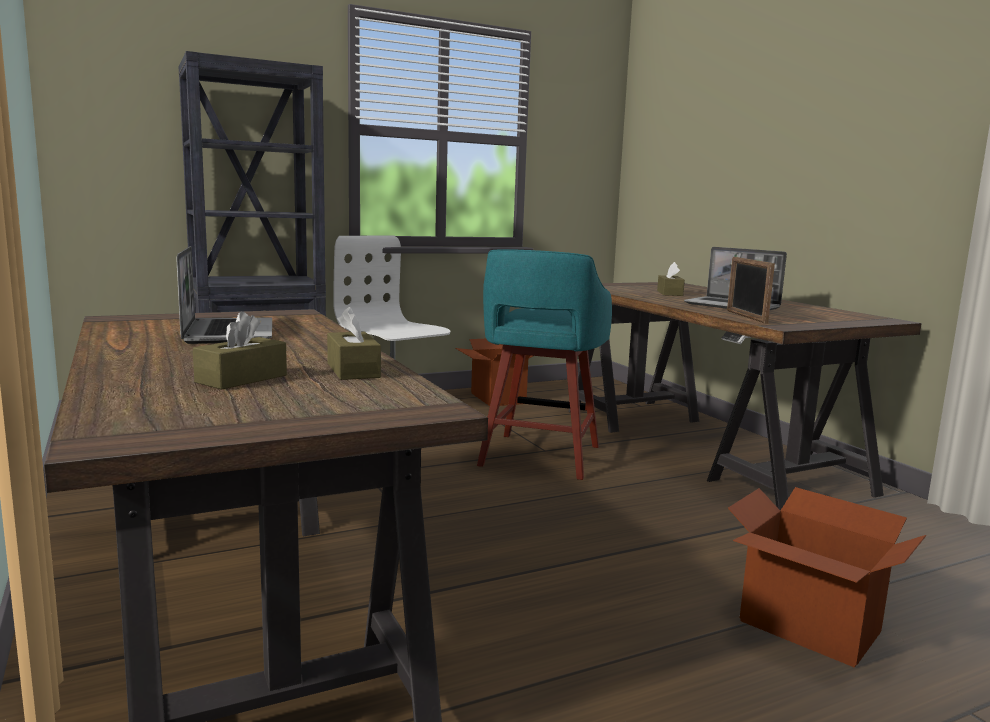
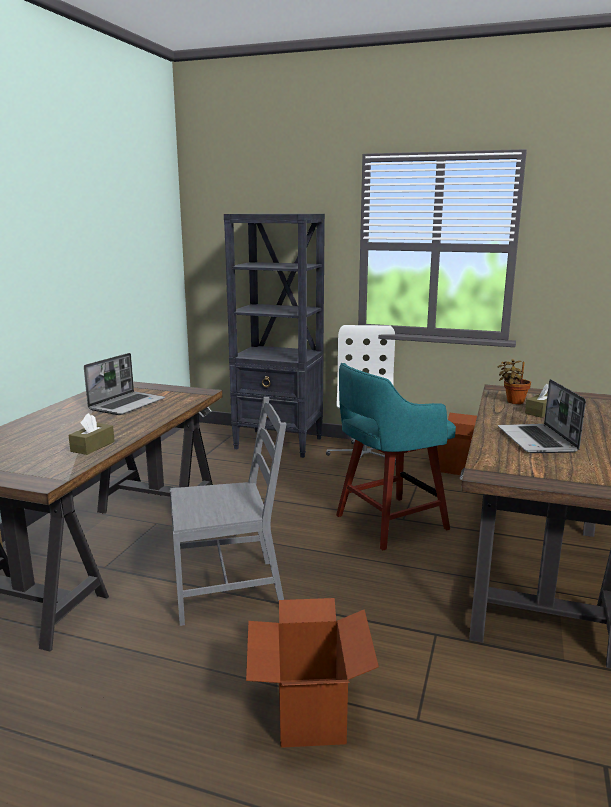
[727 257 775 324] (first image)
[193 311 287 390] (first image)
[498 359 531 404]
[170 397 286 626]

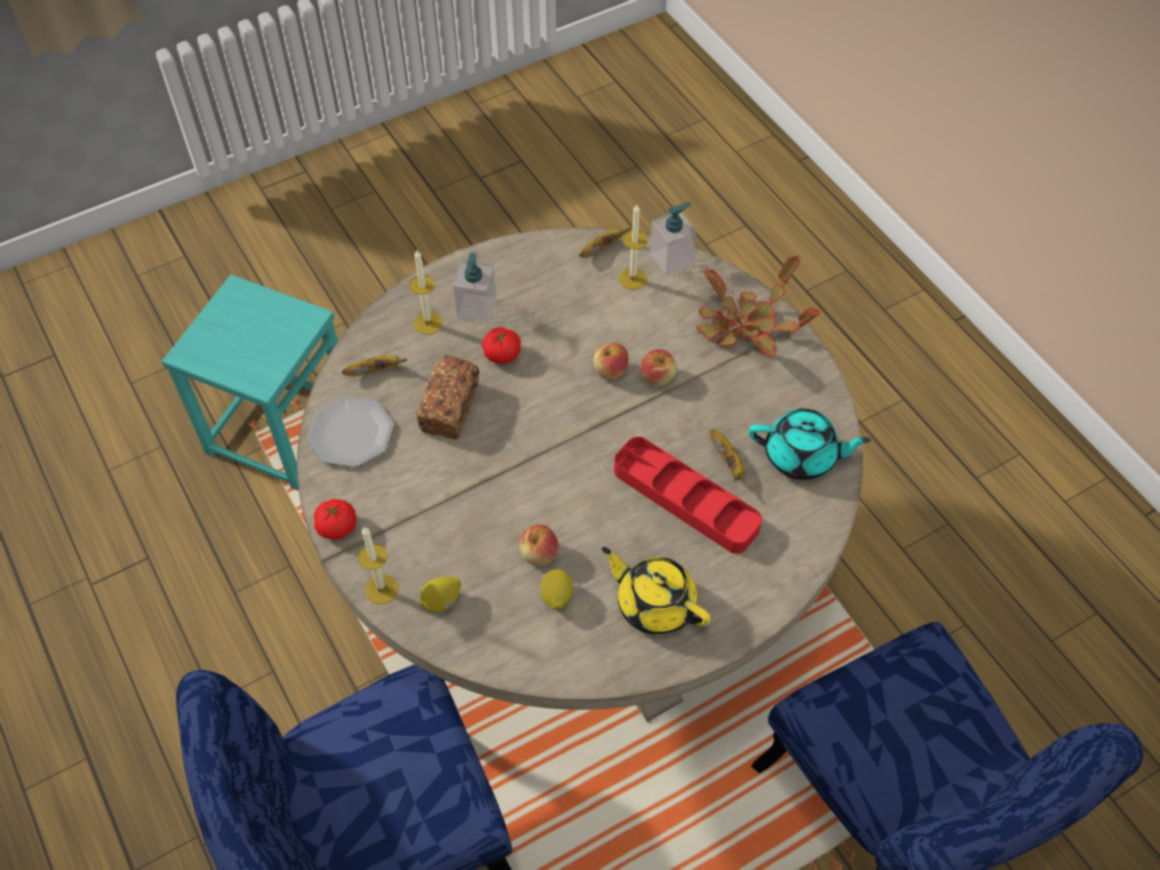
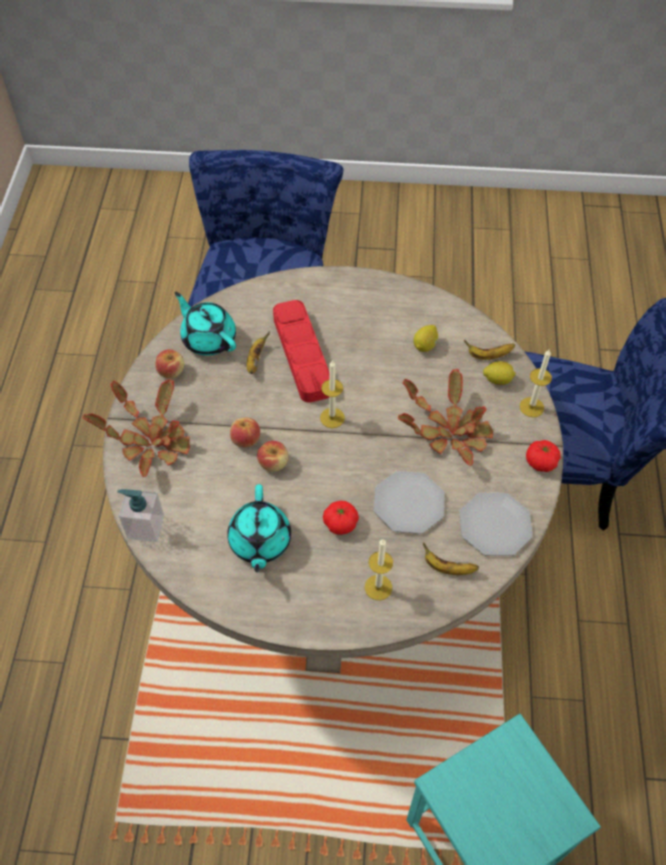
[320 361 345 428]
[464 340 515 360]
[453 253 496 323] (first image)
[374 471 445 534]
[155 349 184 379]
[602 547 711 635] (first image)
[398 369 493 466]
[227 484 291 573]

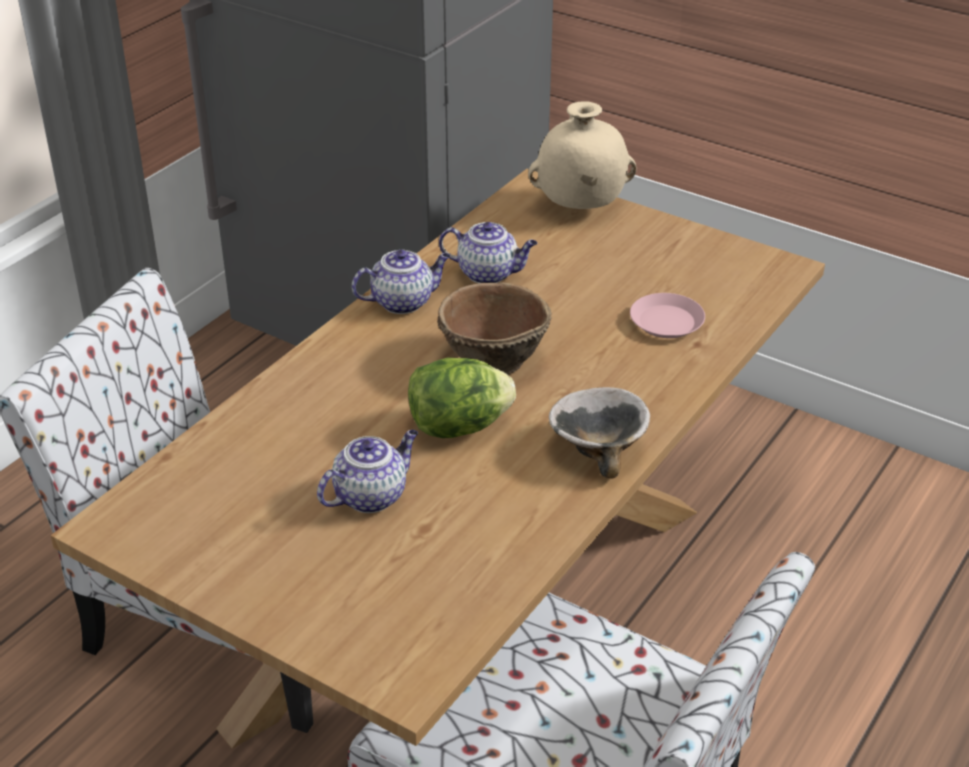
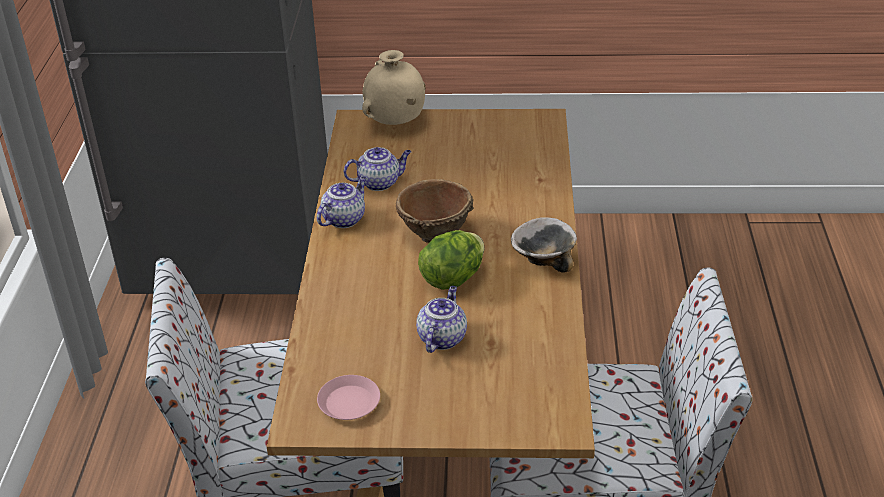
[317 375 380 420]

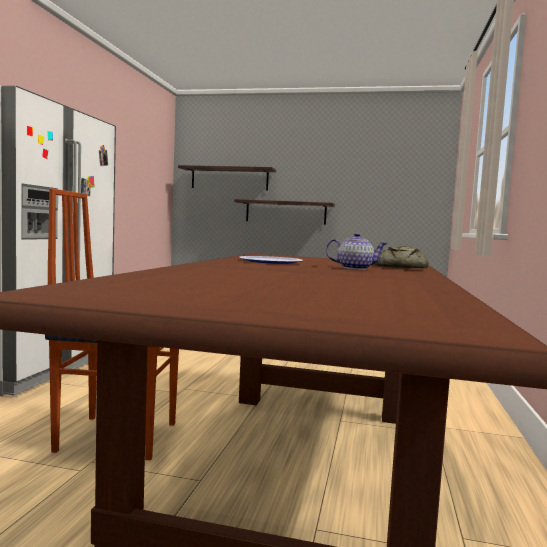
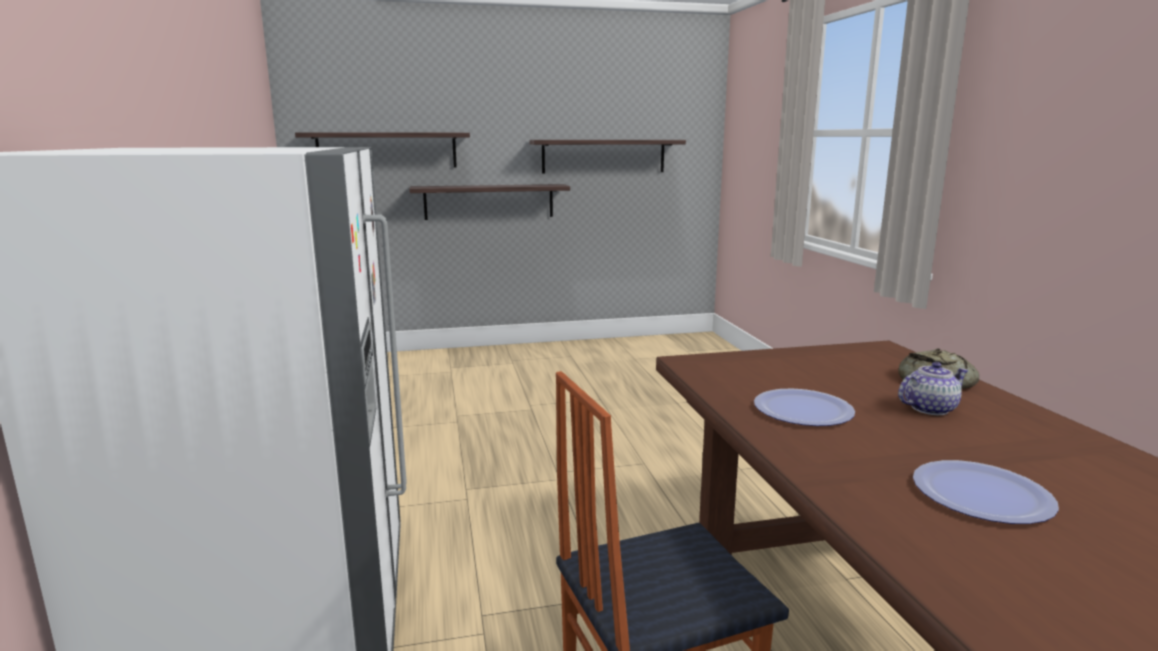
[529 140 686 174]
[913 460 1059 524]

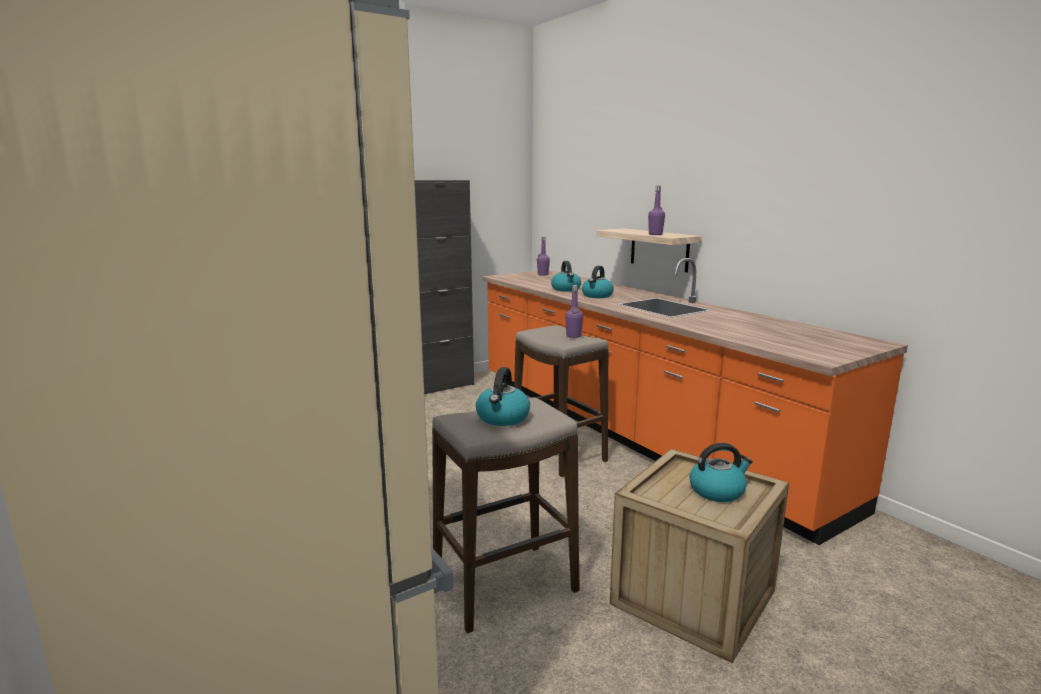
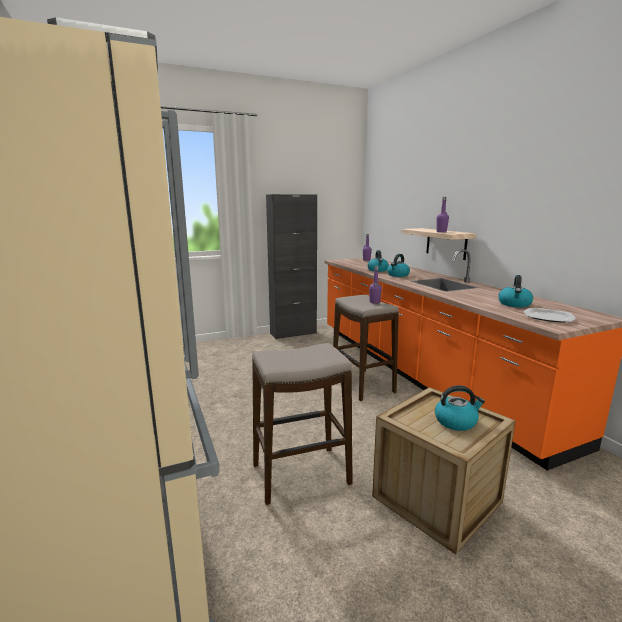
[498 275 533 307]
[524 308 576 323]

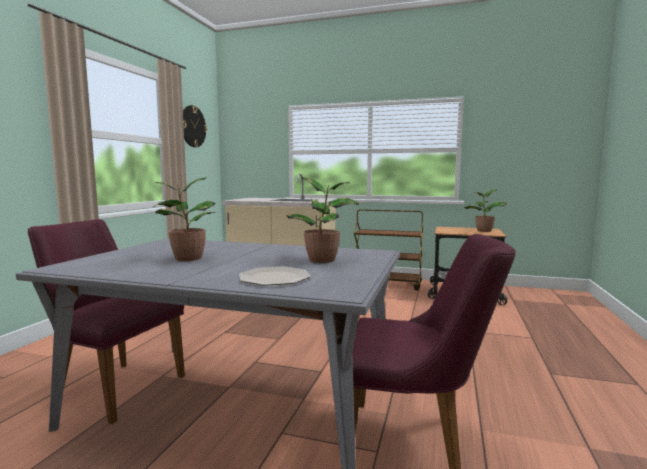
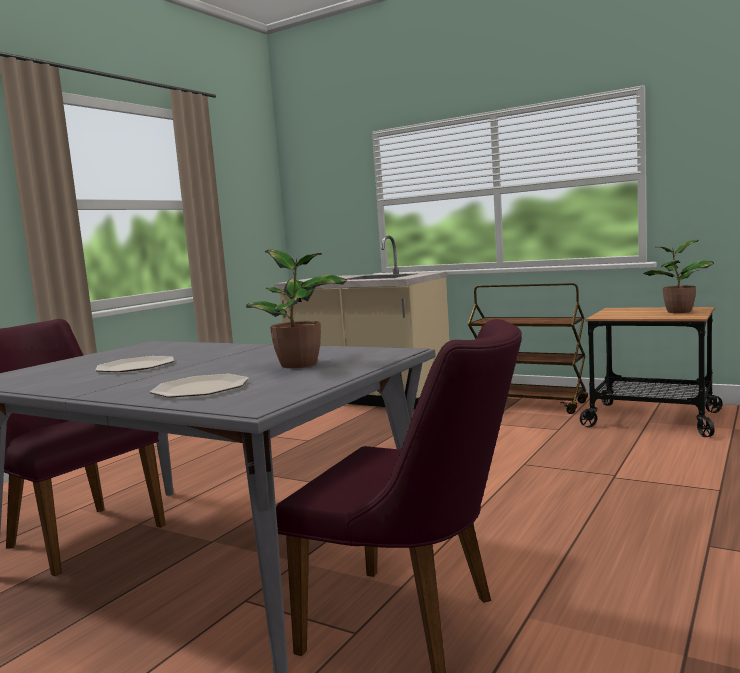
[183 105 207 147] (first image)
[95 356 174 372]

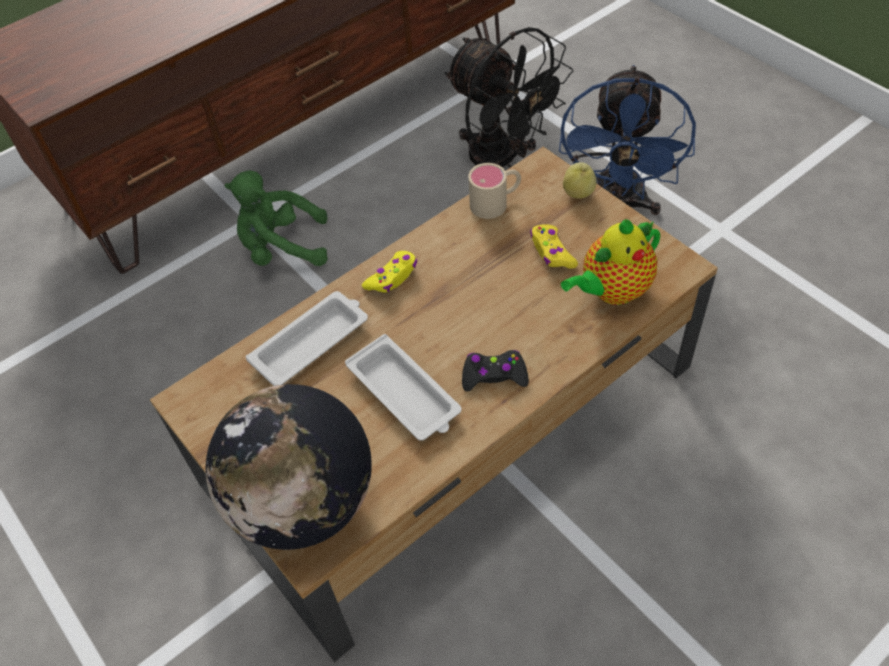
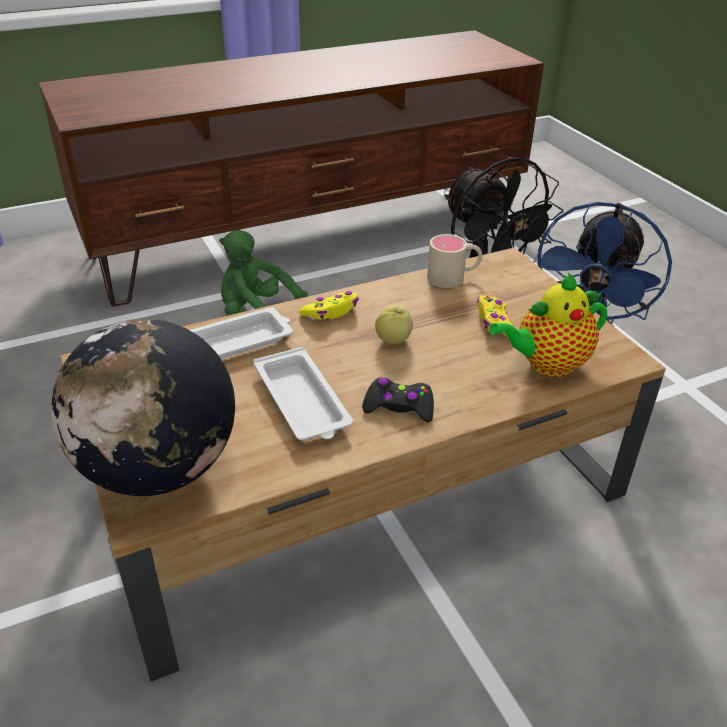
[375 305 413 344]

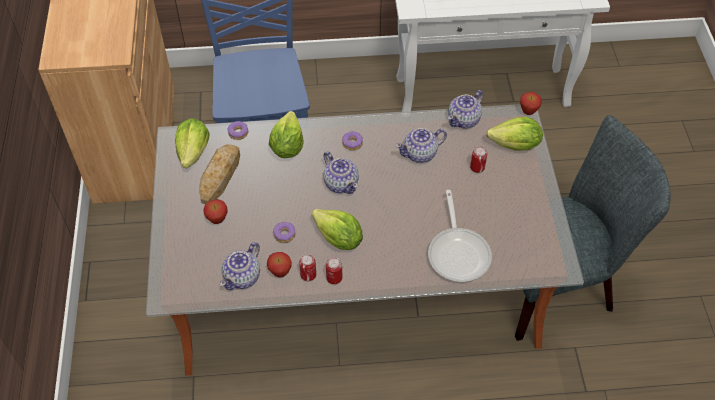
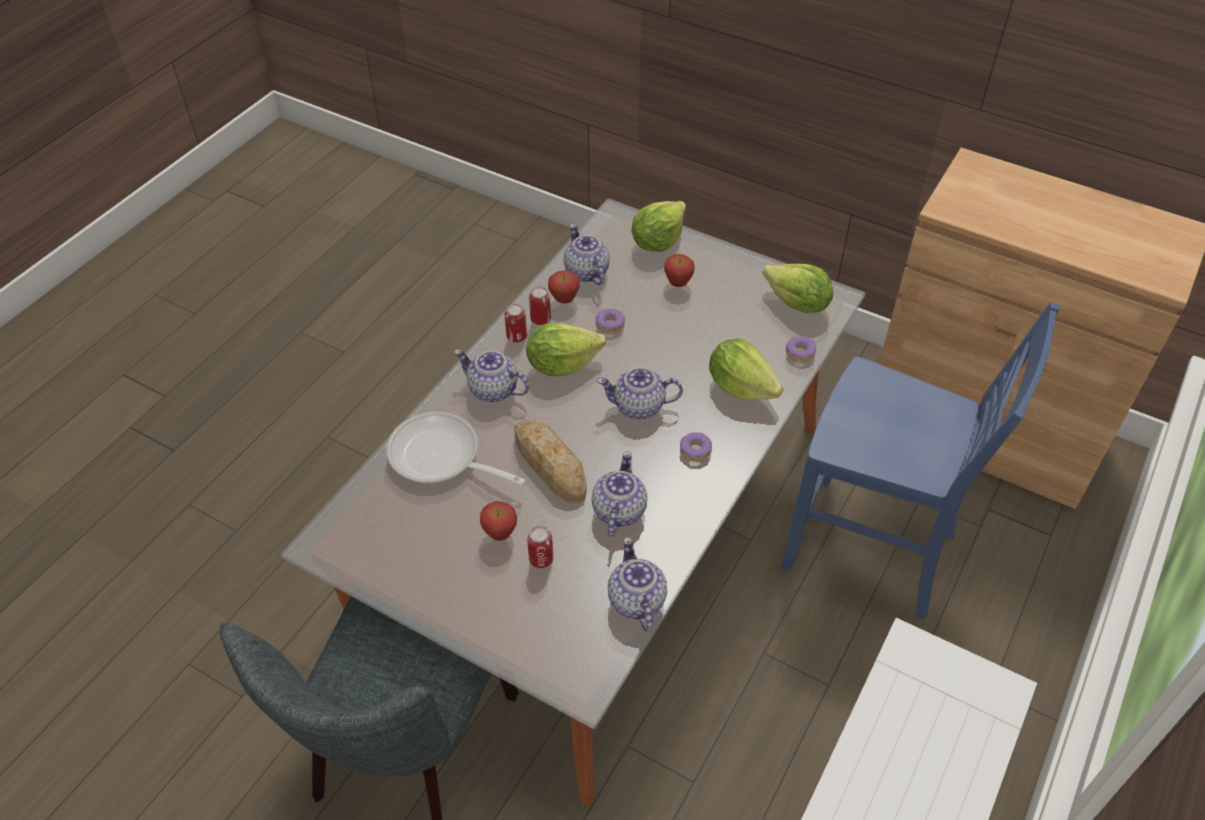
[480 501 517 541]
[631 201 686 252]
[514 420 586 503]
[454 349 530 402]

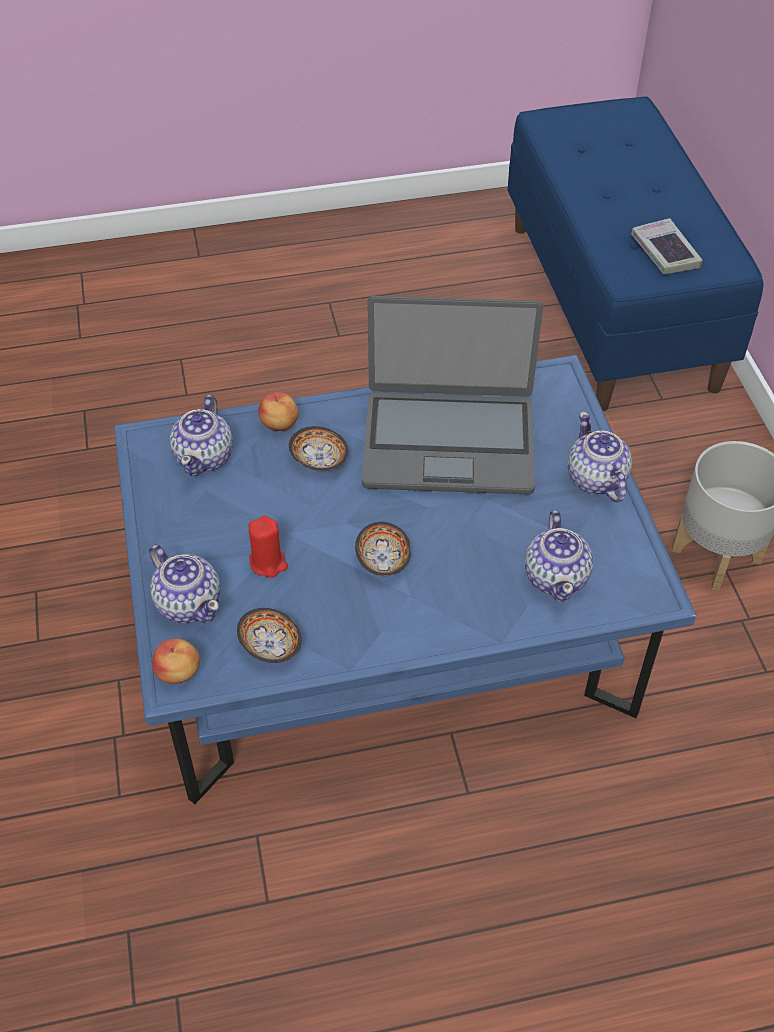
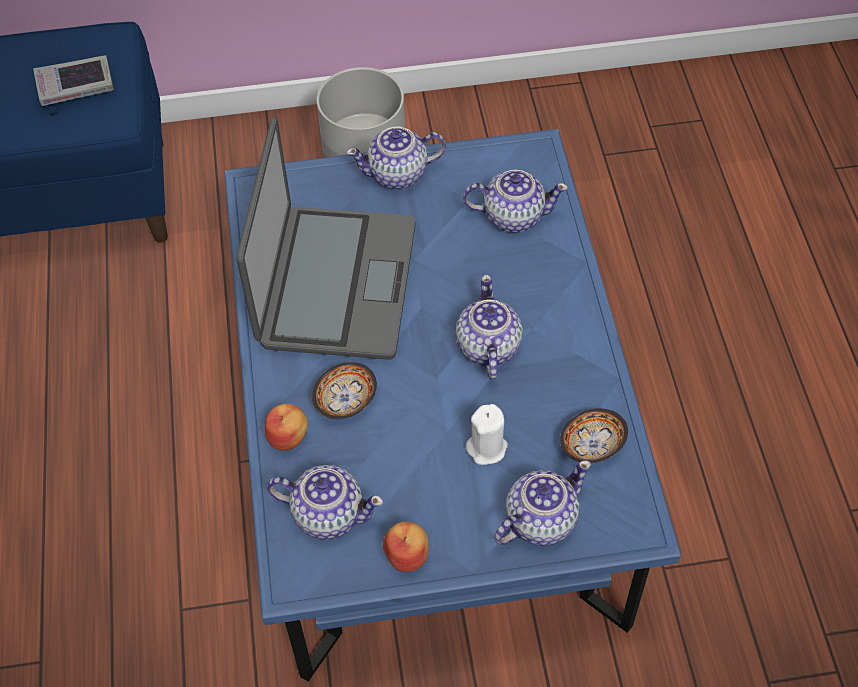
[466 404 508 465]
[455 275 523 380]
[383 521 429 572]

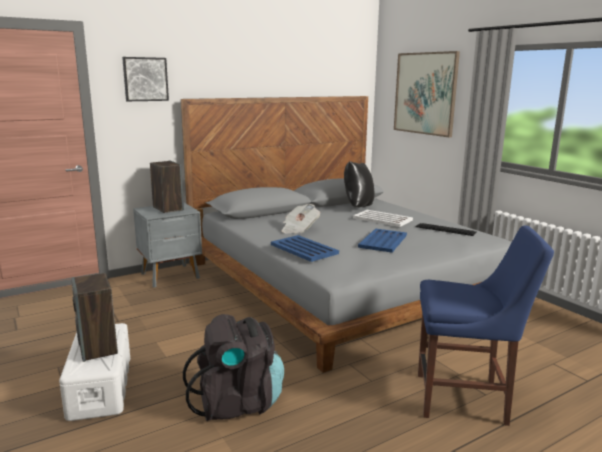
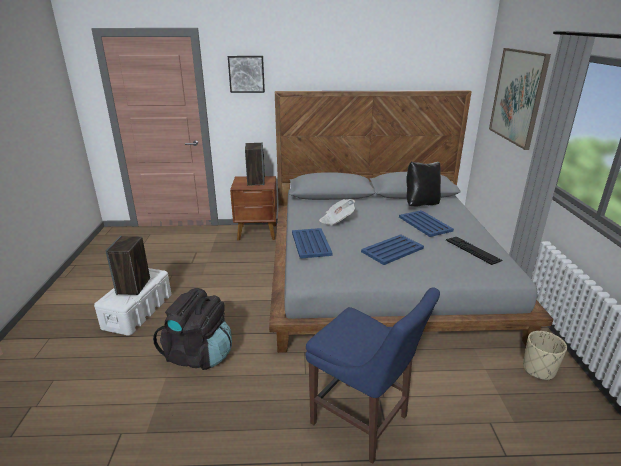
[230 176 277 241]
[399 210 454 237]
[523 331 567 380]

